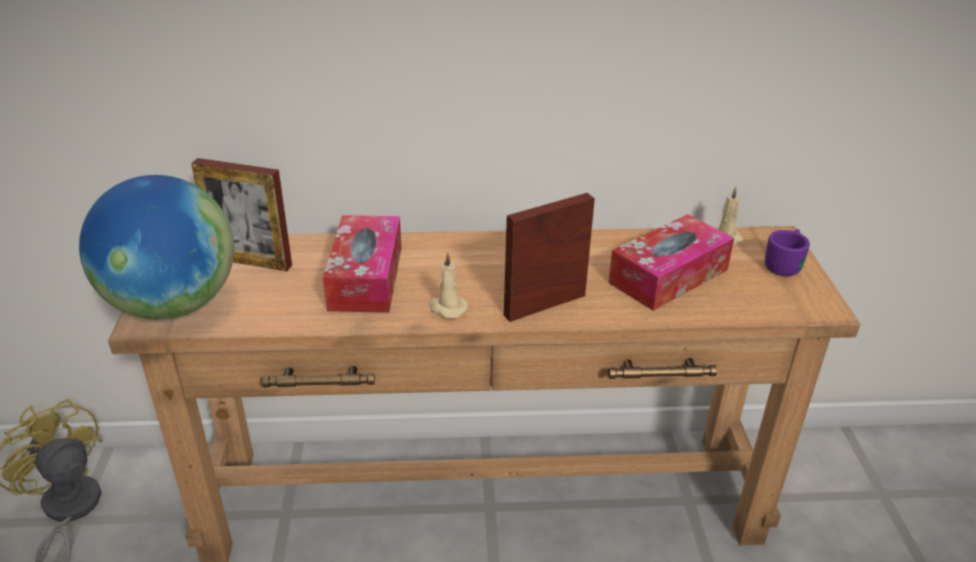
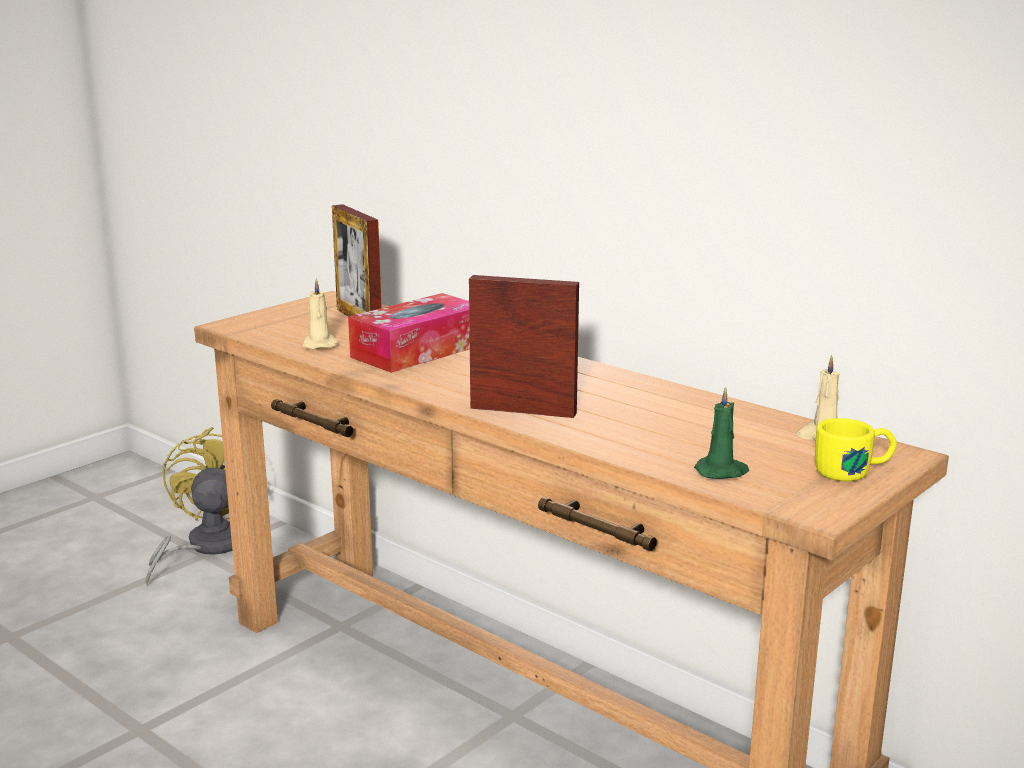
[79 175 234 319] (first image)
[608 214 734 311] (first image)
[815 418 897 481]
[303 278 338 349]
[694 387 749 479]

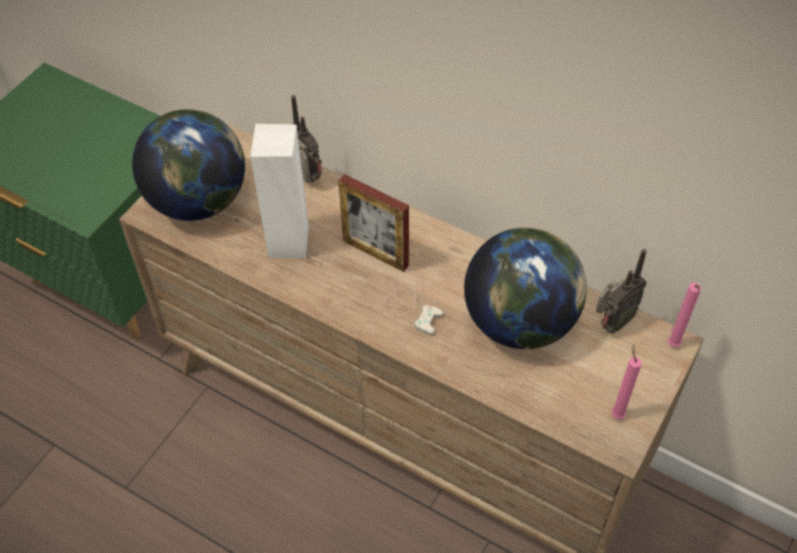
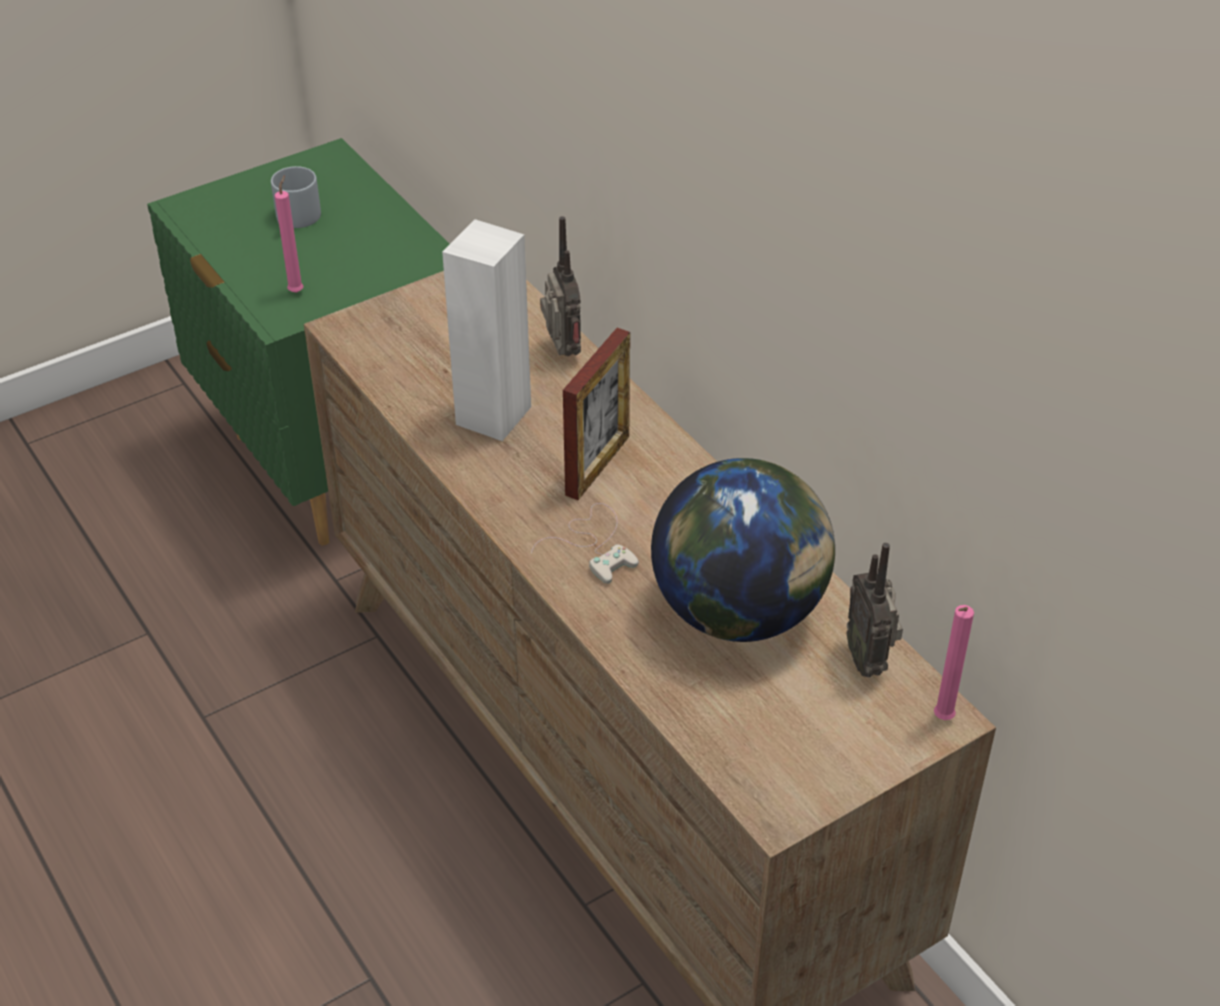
[132 109 245 221] (first image)
[563 328 630 500]
[847 543 903 677]
[275 175 303 293]
[271 166 321 228]

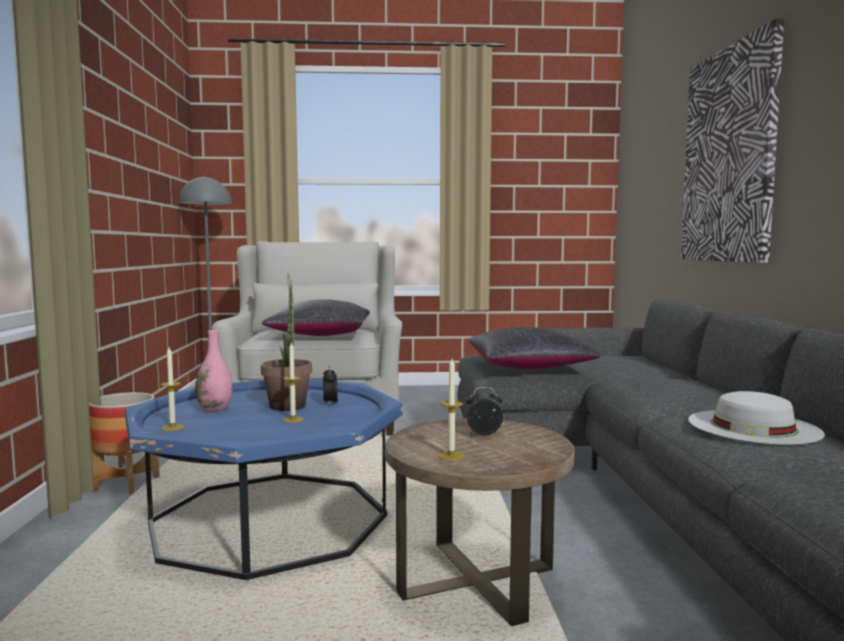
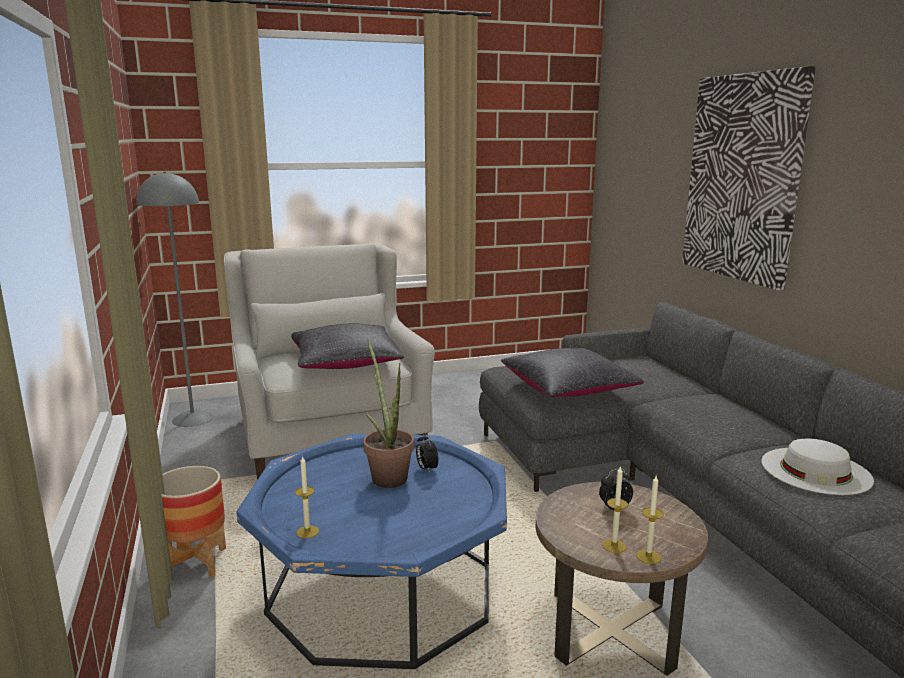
[195 330 233 411] (first image)
[636 476 664 564]

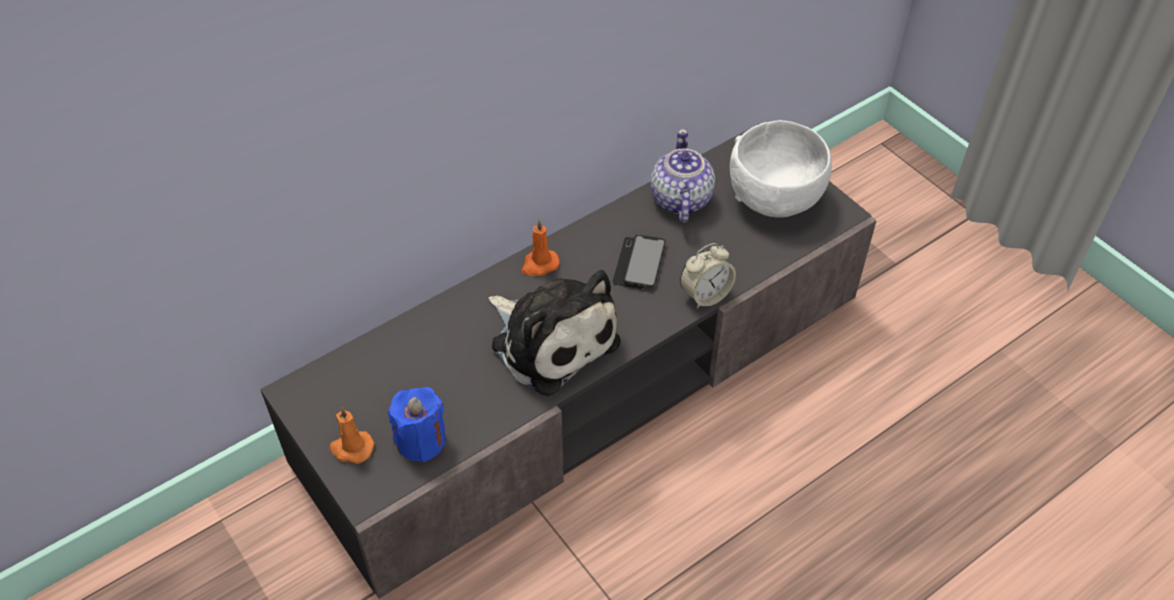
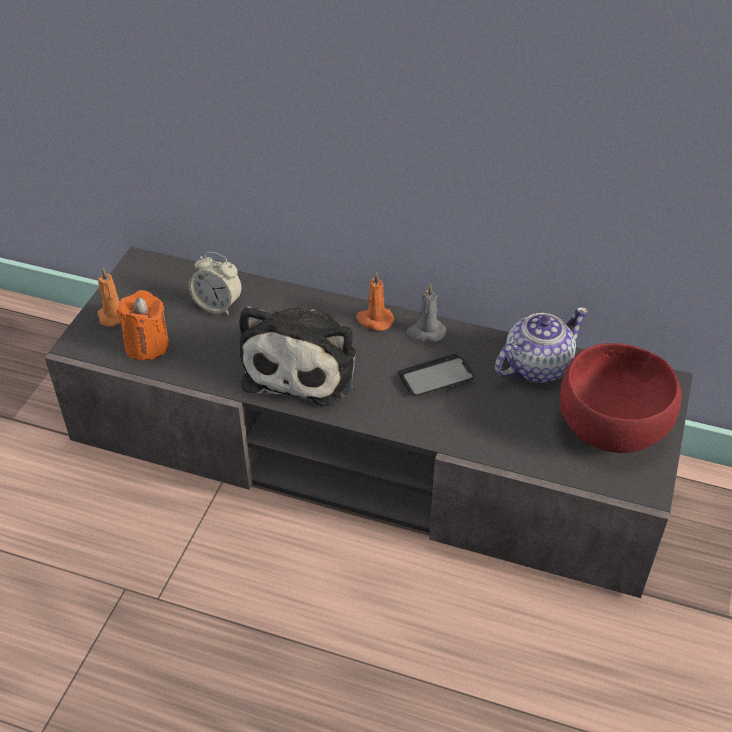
[560 343 681 453]
[188 252 242 315]
[117 290 169 361]
[406 284 446 342]

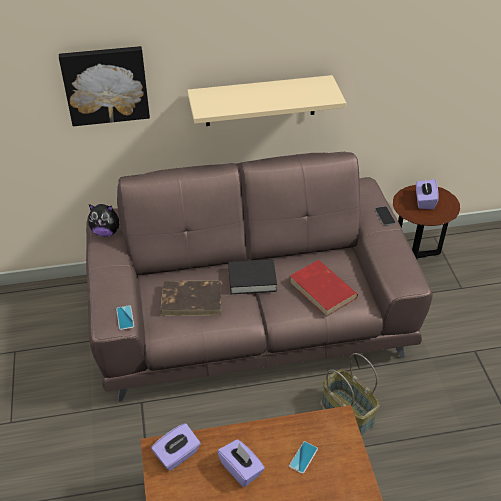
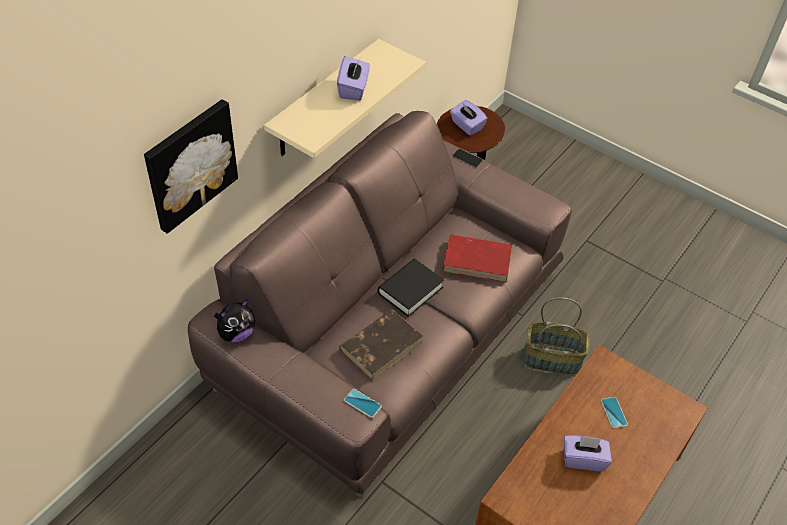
[337 56 370 100]

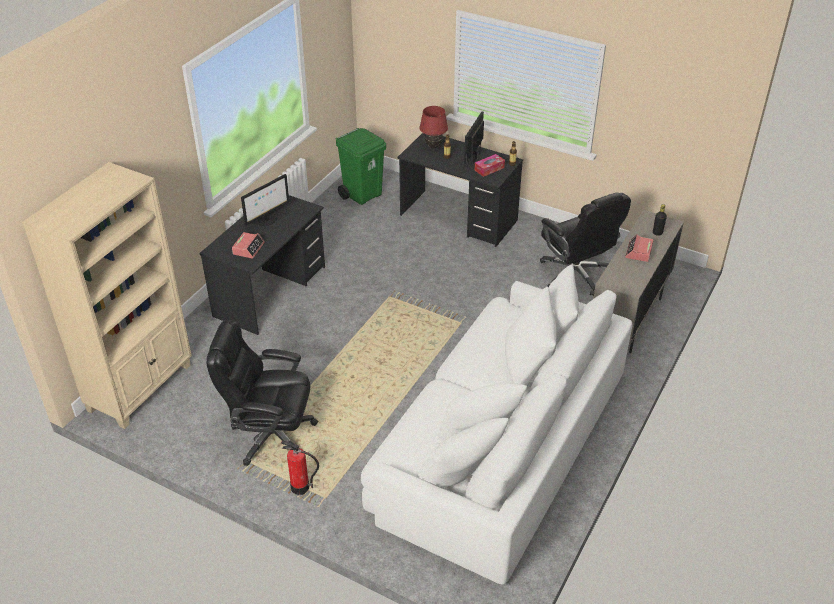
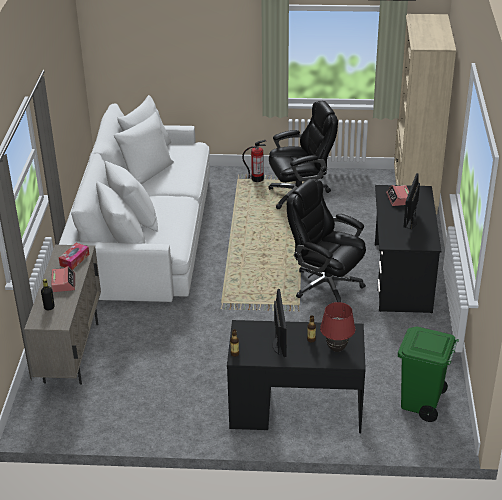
[59 243 89 270]
[287 179 366 302]

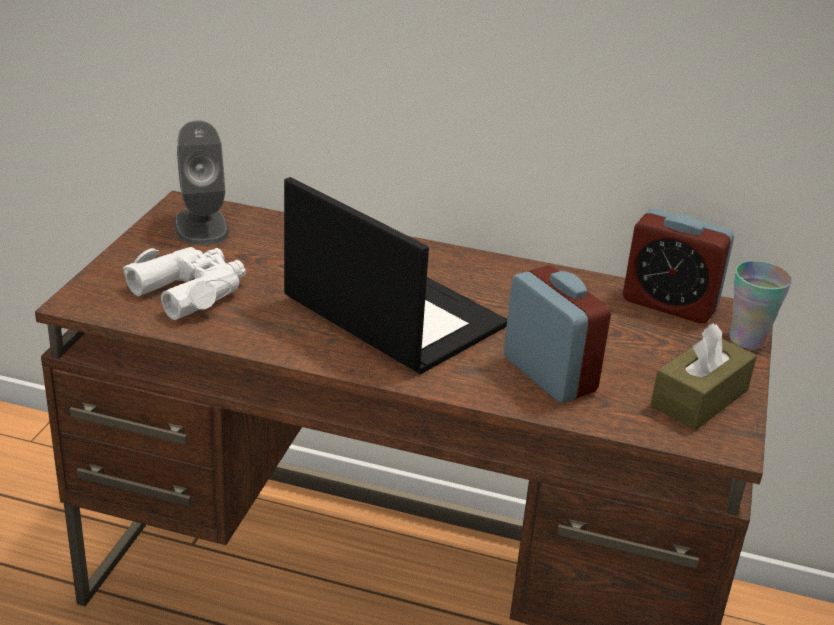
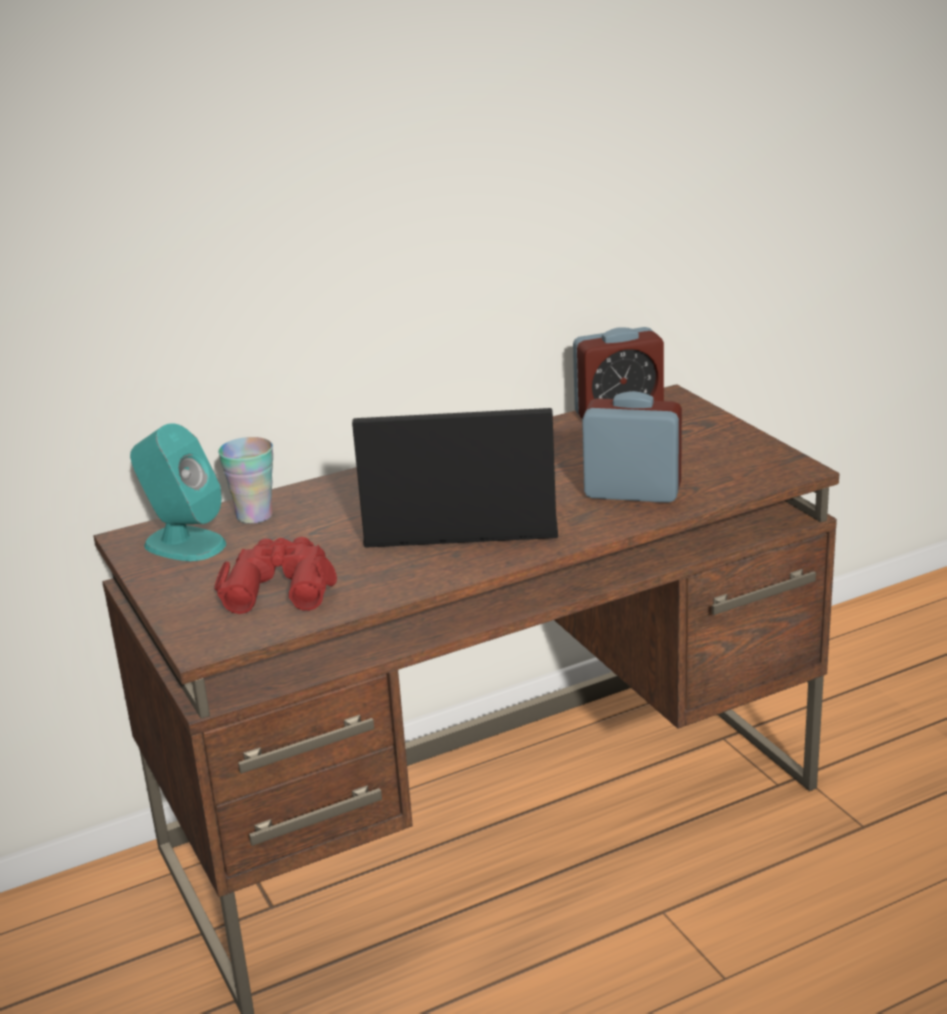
[130 423 226 561]
[214 537 337 614]
[218 437 273 524]
[650 323 757 430] (first image)

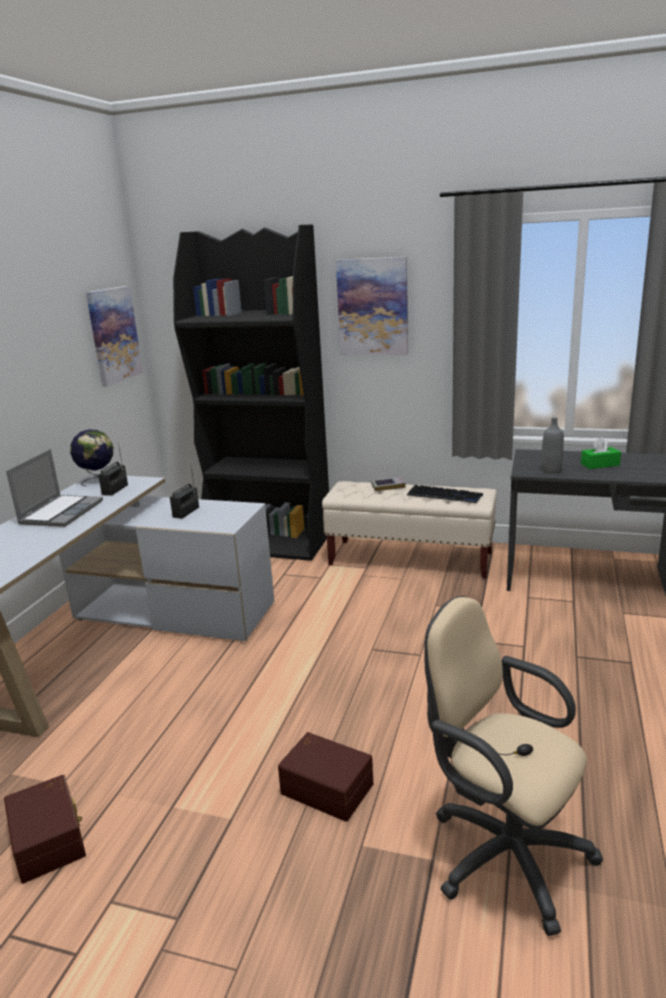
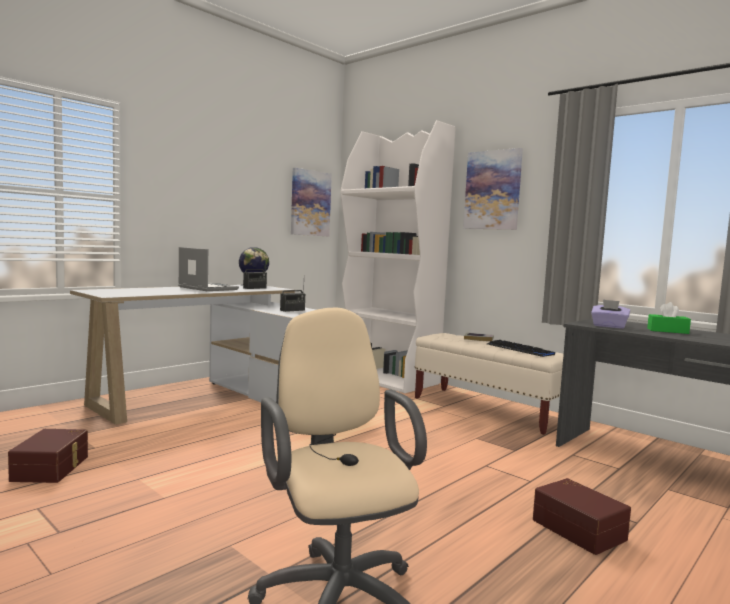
[341 120 456 393]
[591 299 630 329]
[178 247 239 291]
[533 478 631 555]

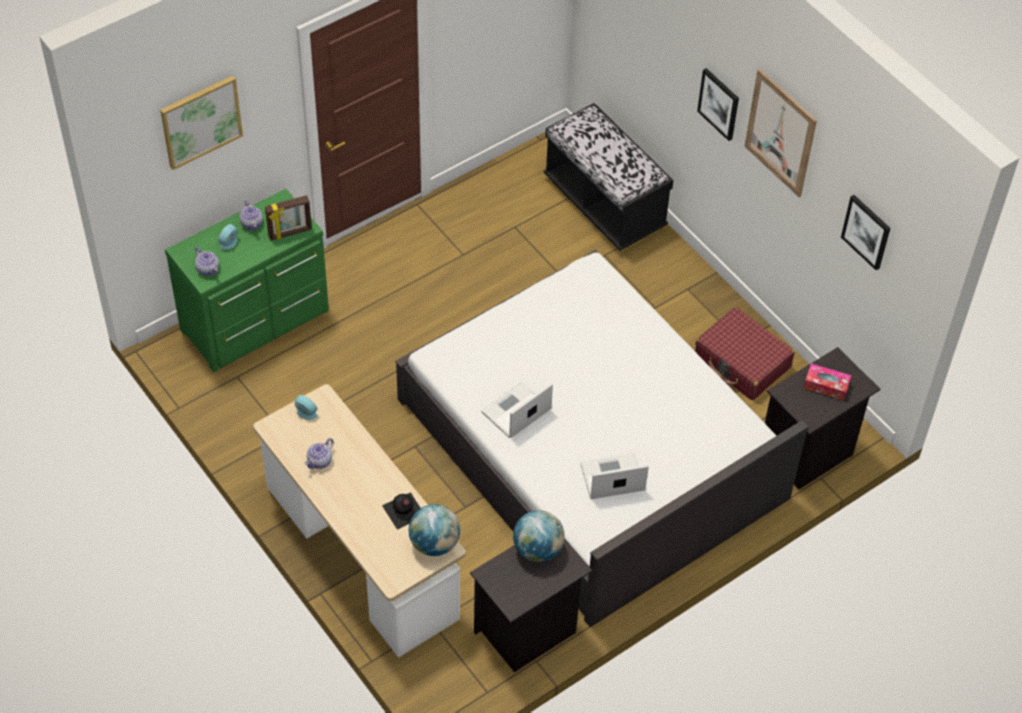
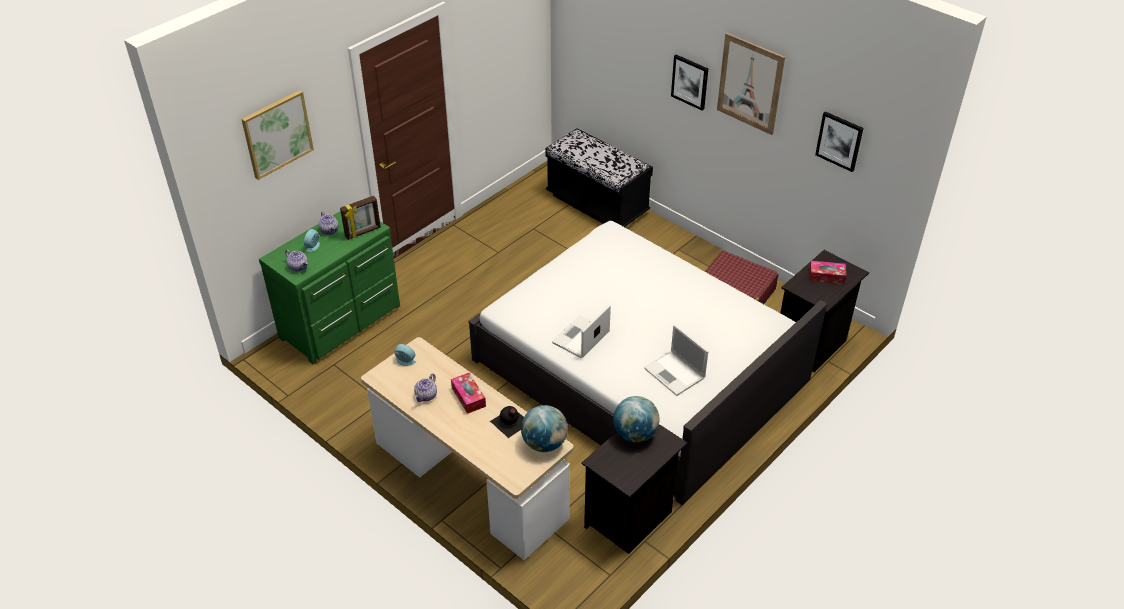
[644 325 708 396]
[451 373 486 414]

